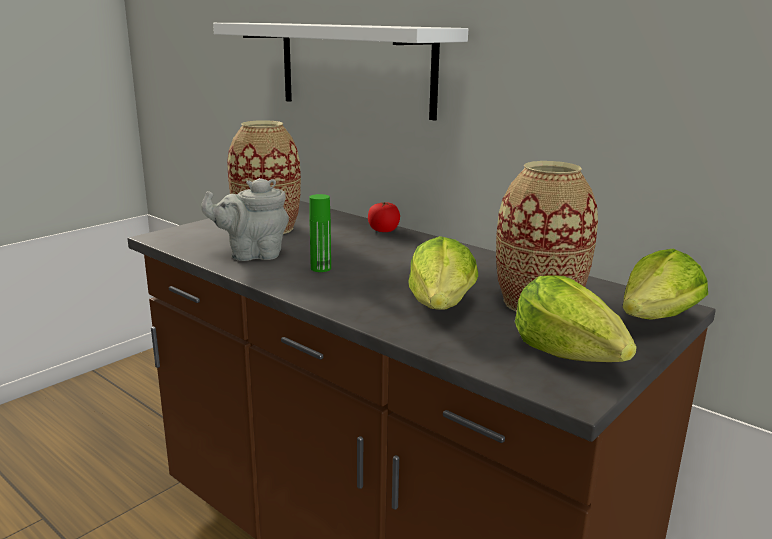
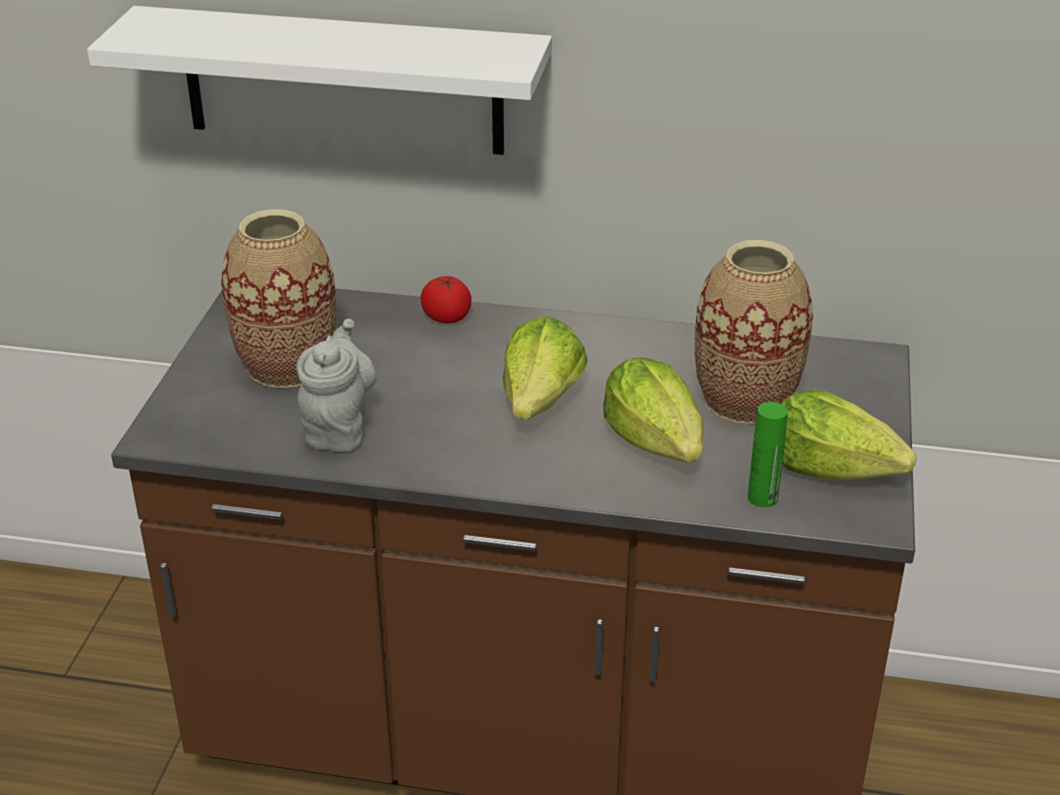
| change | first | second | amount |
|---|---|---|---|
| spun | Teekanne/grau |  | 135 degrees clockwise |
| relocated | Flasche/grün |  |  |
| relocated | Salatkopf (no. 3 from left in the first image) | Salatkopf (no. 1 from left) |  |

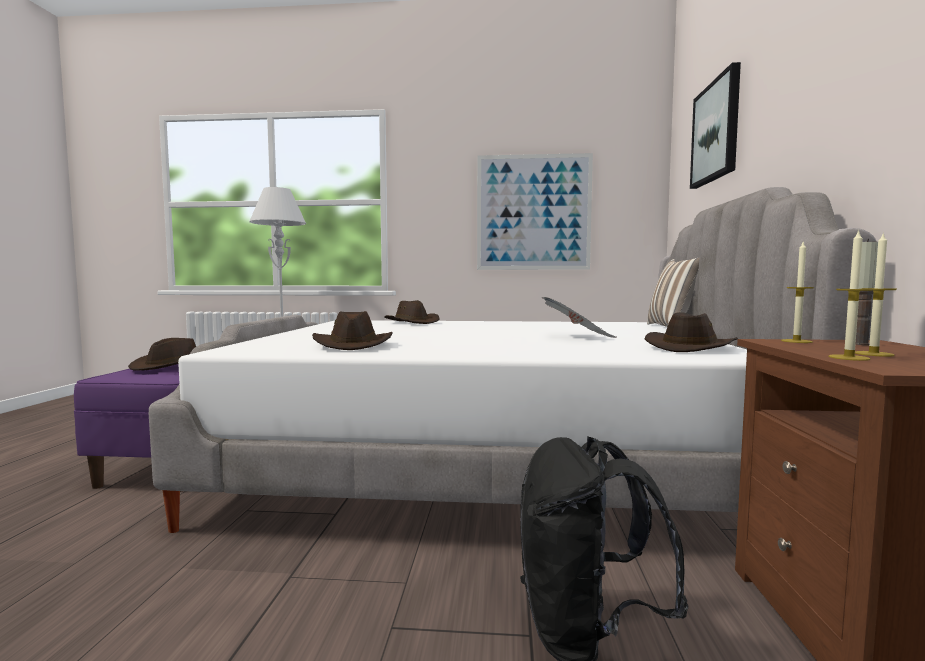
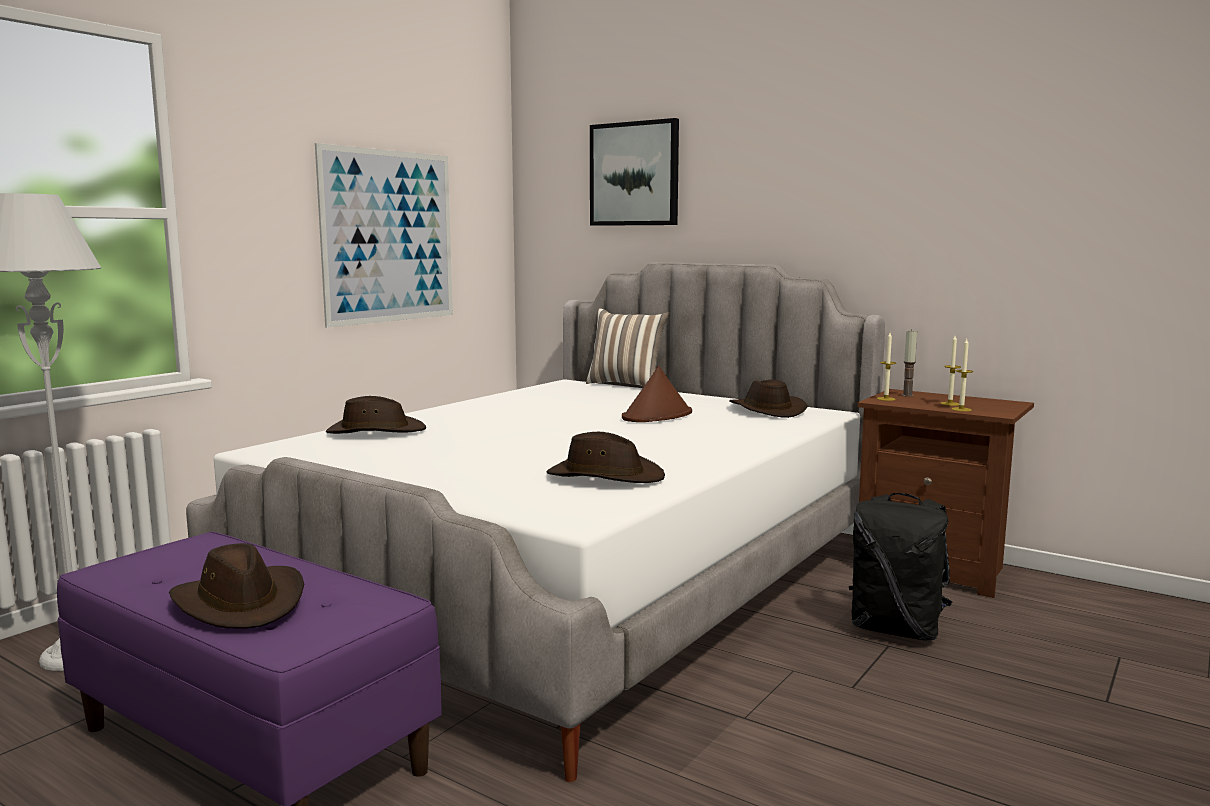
| change | first | second | amount |
|---|---|---|---|
| exchanged | Zeitung | Hut/braun (no. 4 from left) |  |

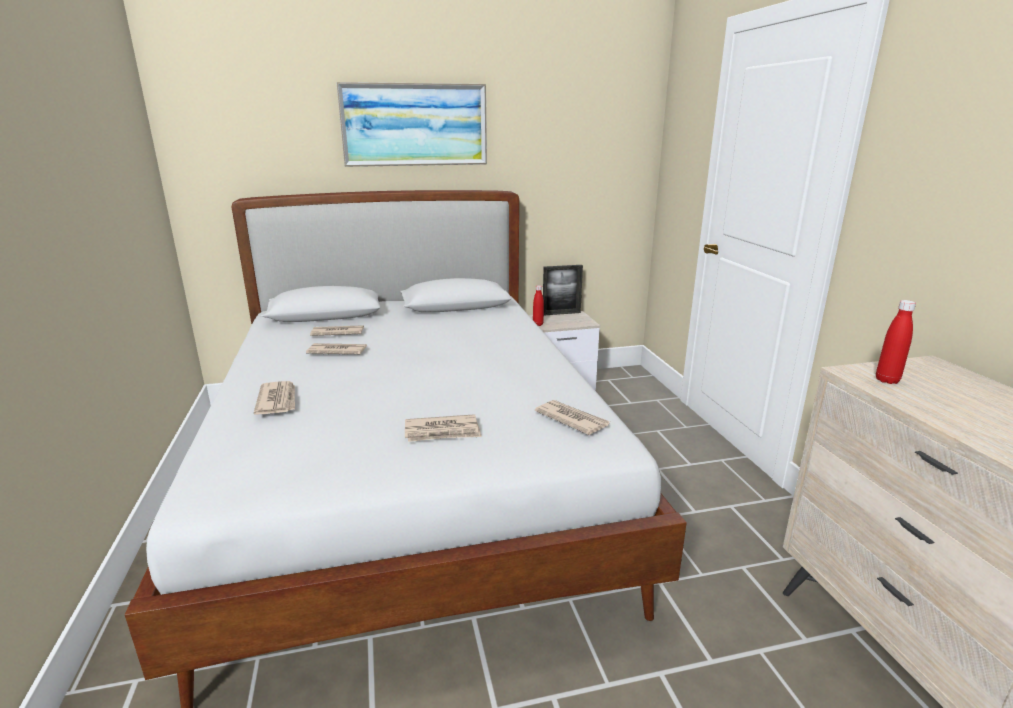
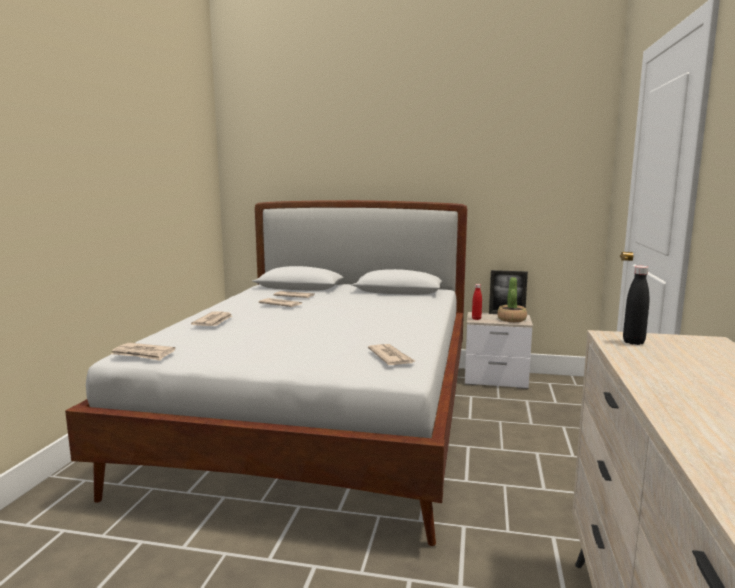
| change | first | second | amount |
|---|---|---|---|
| missing | Bild |  |  |
| colour | Flasche/rot (no. 2 from left) | Flasche/schwarz |  |
| relocated | Zeitung (no. 4 from left in the first image) | Zeitung (no. 1 from left) |  |
| appeared |  | Topfpflanze |  |

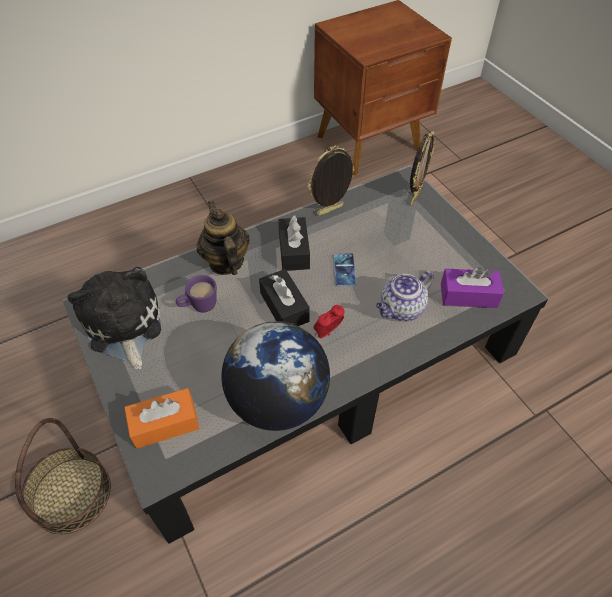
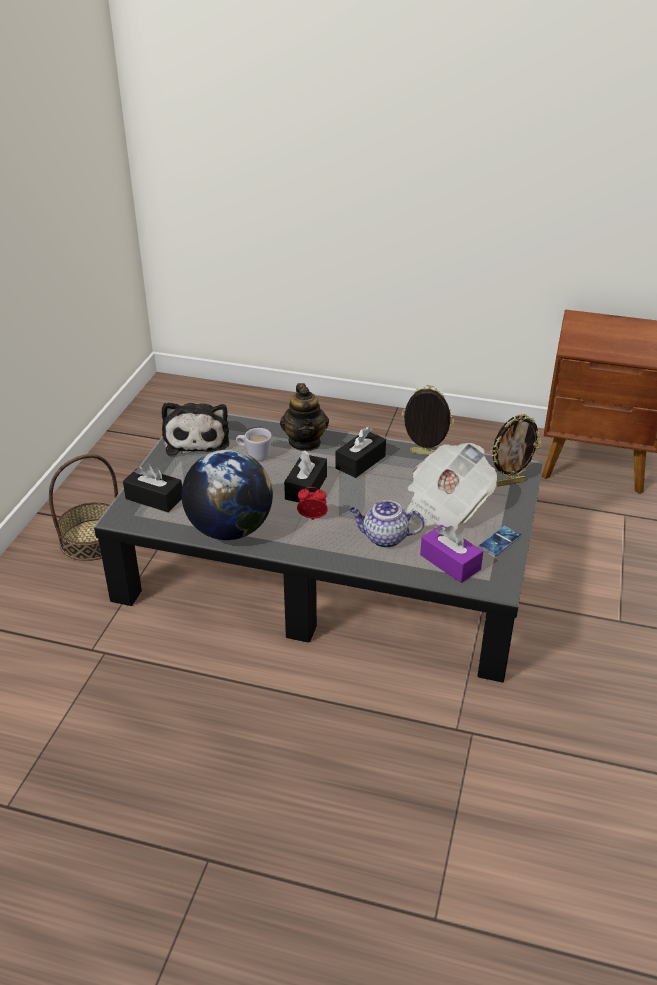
| change | first | second | amount |
|---|---|---|---|
| spun | Teekanne (no. 1 from left) |  | 150 degrees clockwise |
| relocated | Handy |  |  |
| spun | Plüschtier |  | 150 degrees clockwise |
| colour | Henkelbecher/lila | Henkelbecher/weiß |  |
| colour | Taschentuchbox/orange | Taschentuchbox/schwarz (no. 1 from left) |  |
| appeared |  | Zeitung |  |

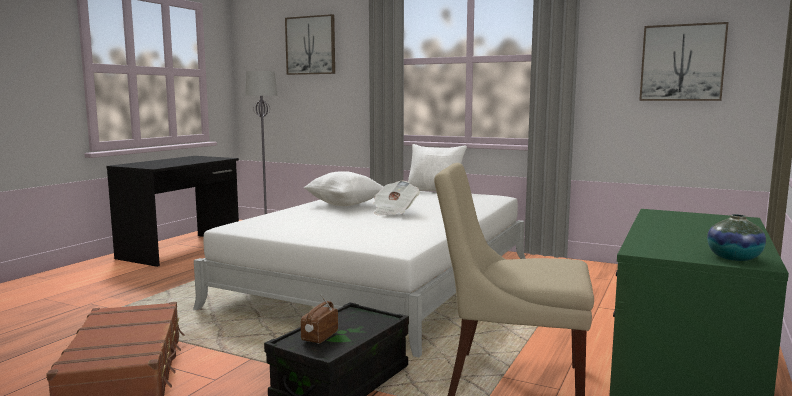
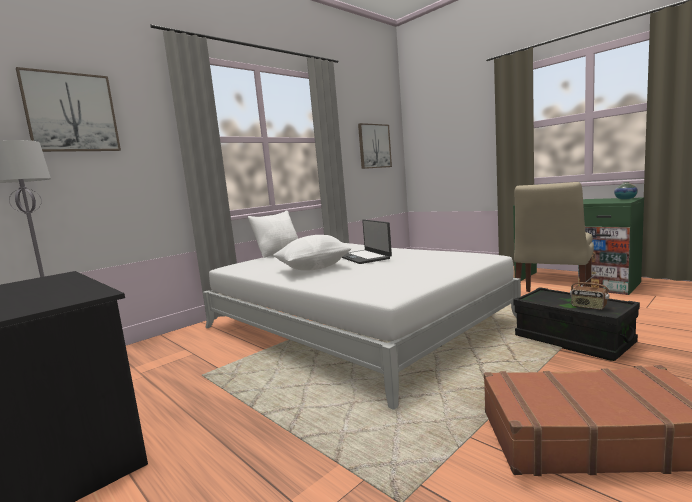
| change | first | second | amount |
|---|---|---|---|
| exchanged | Zeitung | Laptop |  |

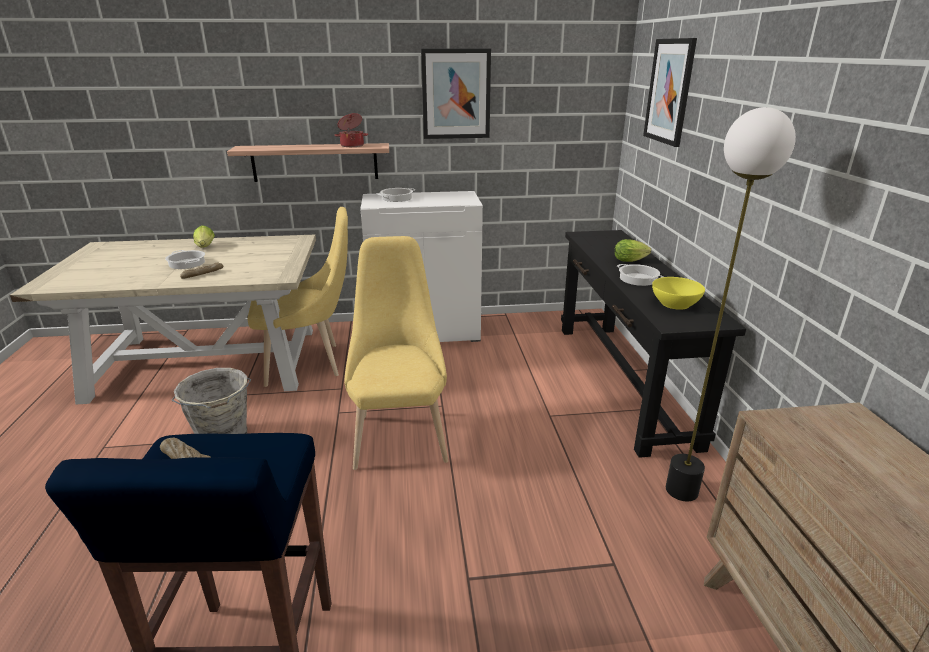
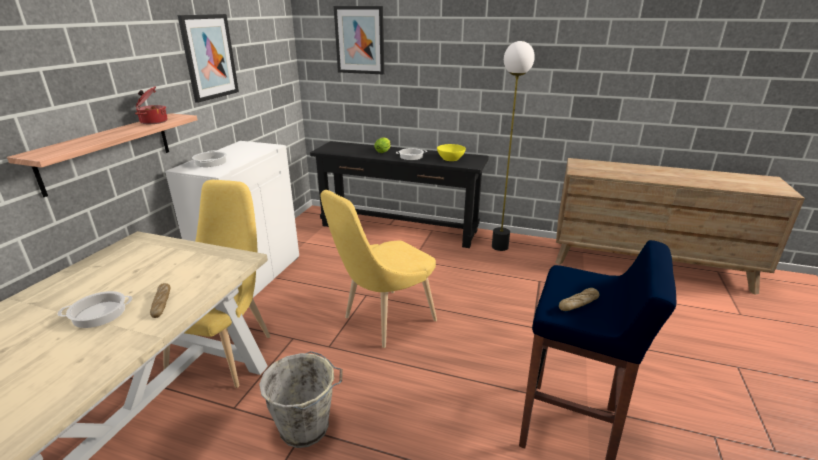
| change | first | second | amount |
|---|---|---|---|
| missing | Salatkopf (no. 1 from left) |  |  |
| spun | Stuhl/gelb (no. 2 from left) |  | 60 degrees counterclockwise |

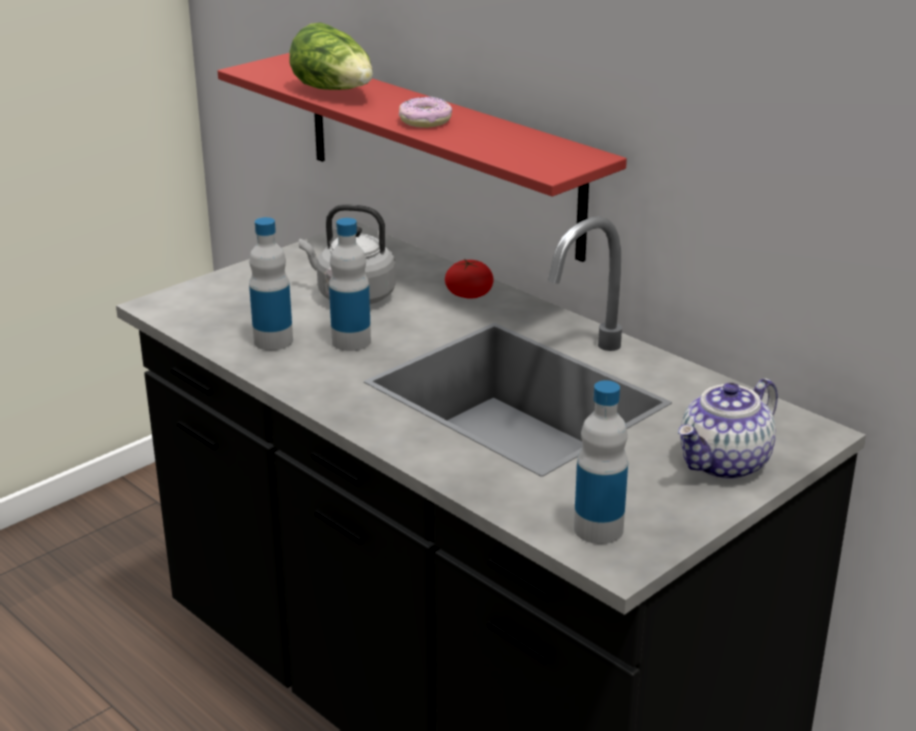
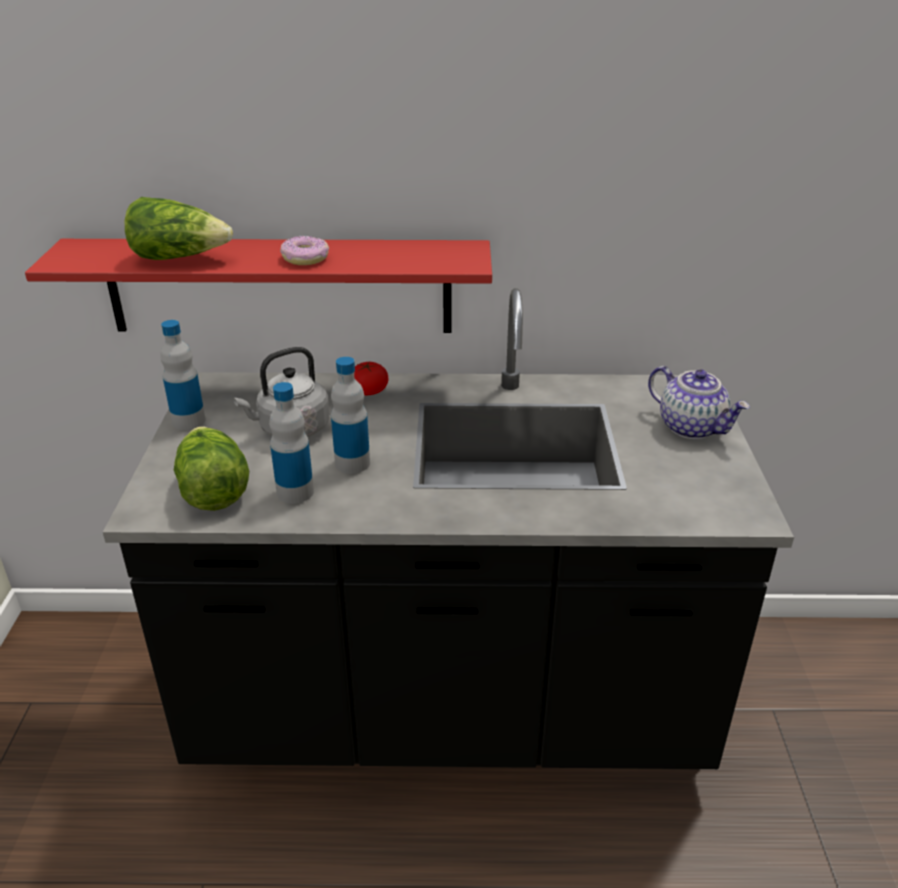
| change | first | second | amount |
|---|---|---|---|
| spun | Teekanne |  | 45 degrees counterclockwise |
| relocated | Flasche (no. 3 from left in the first image) | Flasche (no. 1 from left) |  |
| appeared |  | Salatkopf (no. 2 from left) |  |

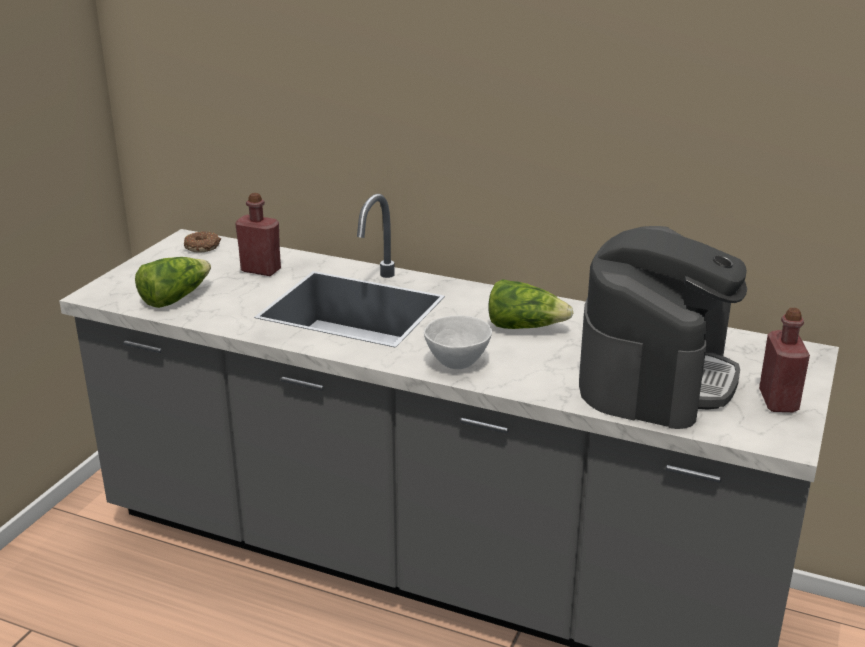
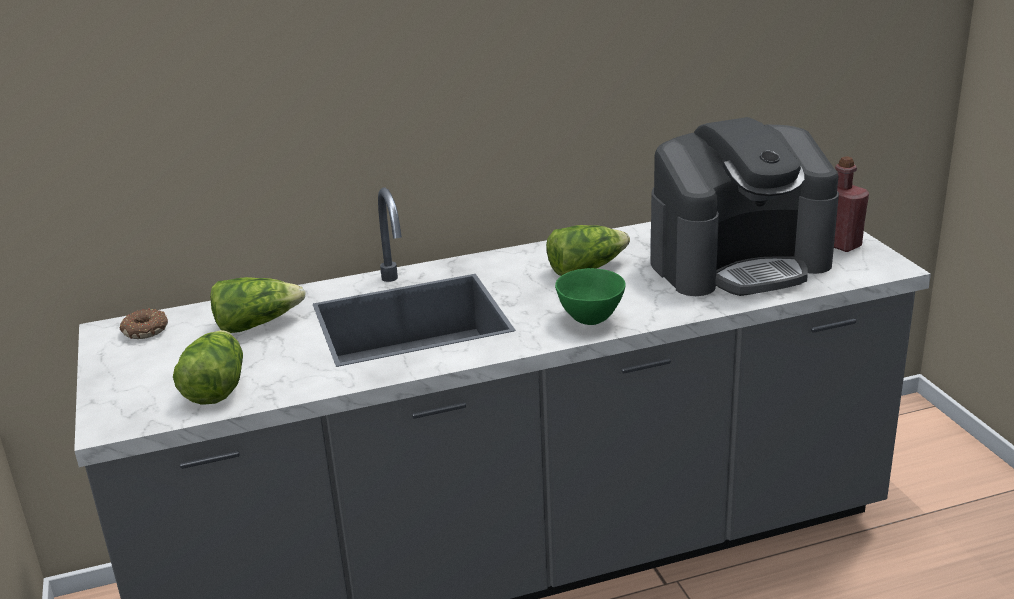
| change | first | second | amount |
|---|---|---|---|
| exchanged | Flasche/rot (no. 1 from left) | Salatkopf (no. 2 from left) |  |
| spun | Kaffeemaschine |  | 90 degrees clockwise |
| colour | Schüssel/weiß | Schüssel/grün |  |

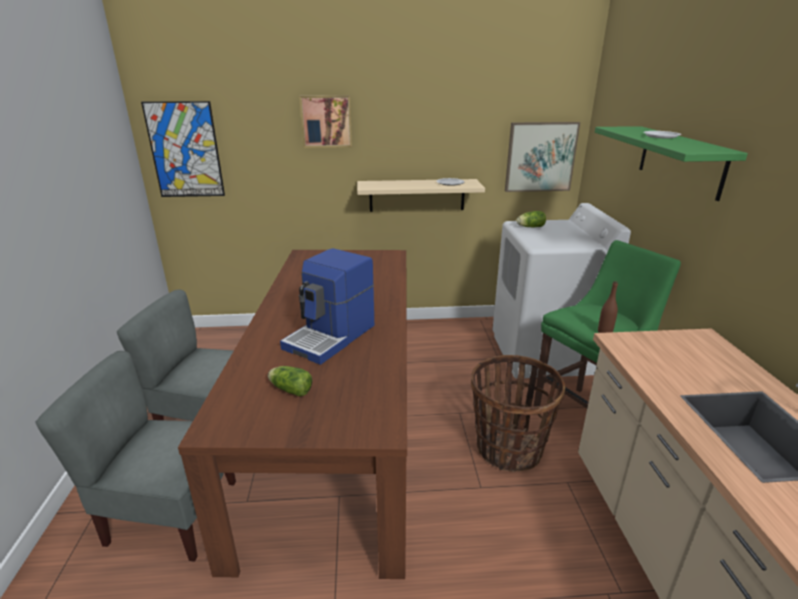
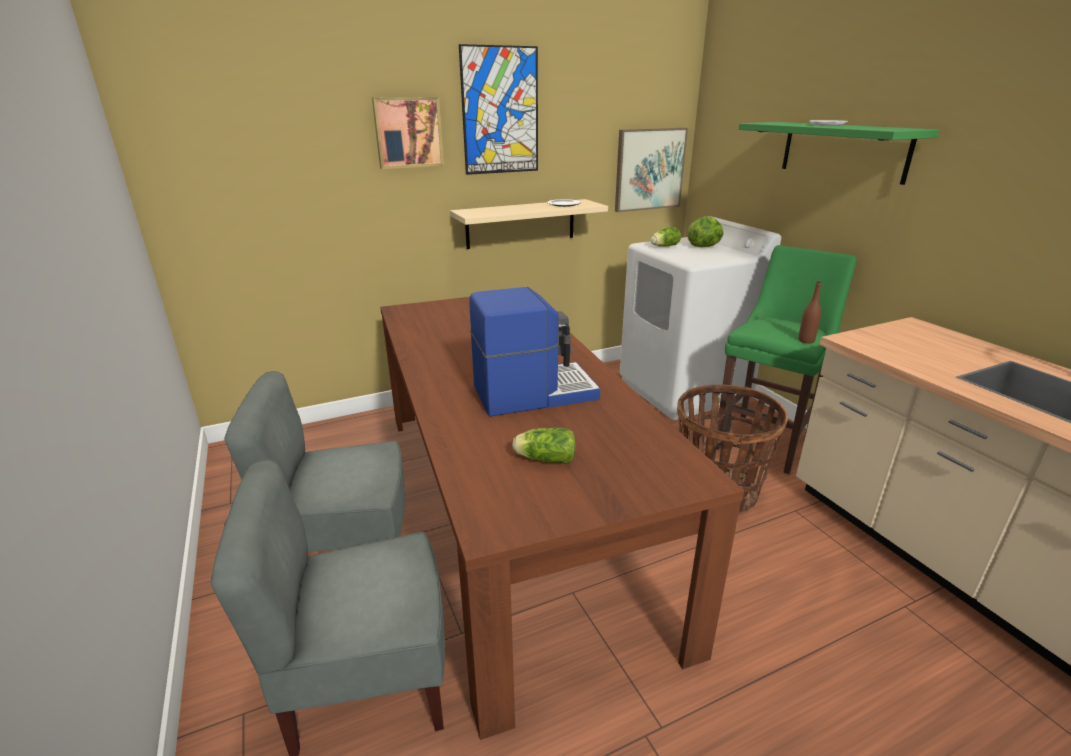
| change | first | second | amount |
|---|---|---|---|
| relocated | Bild (no. 1 from left in the first image) | Bild (no. 2 from left) |  |
| spun | Kaffeemaschine |  | 120 degrees counterclockwise |
| appeared |  | Salatkopf (no. 3 from left) |  |

